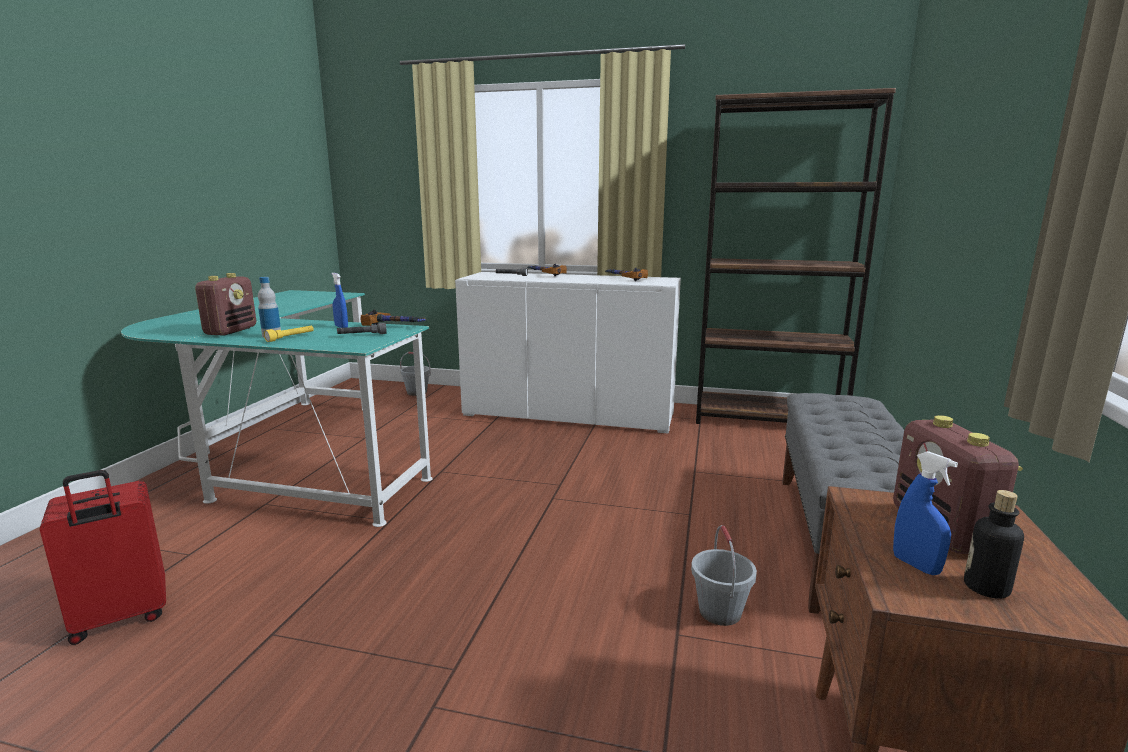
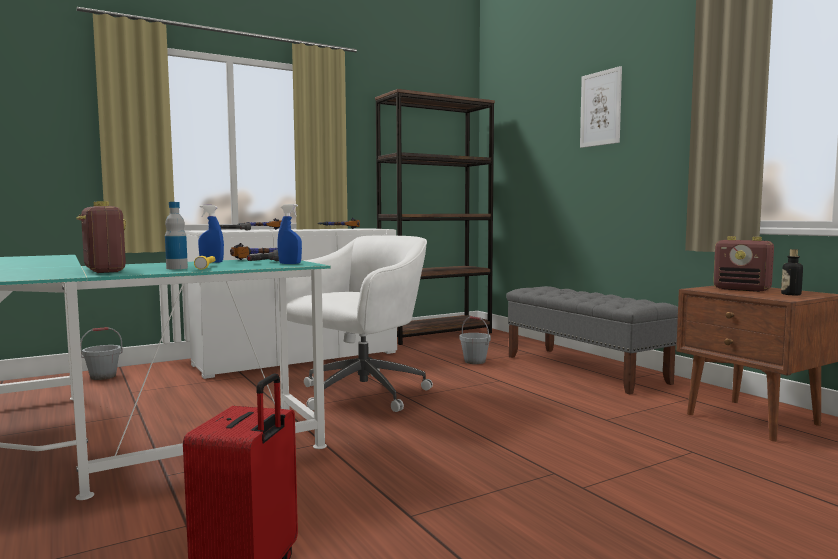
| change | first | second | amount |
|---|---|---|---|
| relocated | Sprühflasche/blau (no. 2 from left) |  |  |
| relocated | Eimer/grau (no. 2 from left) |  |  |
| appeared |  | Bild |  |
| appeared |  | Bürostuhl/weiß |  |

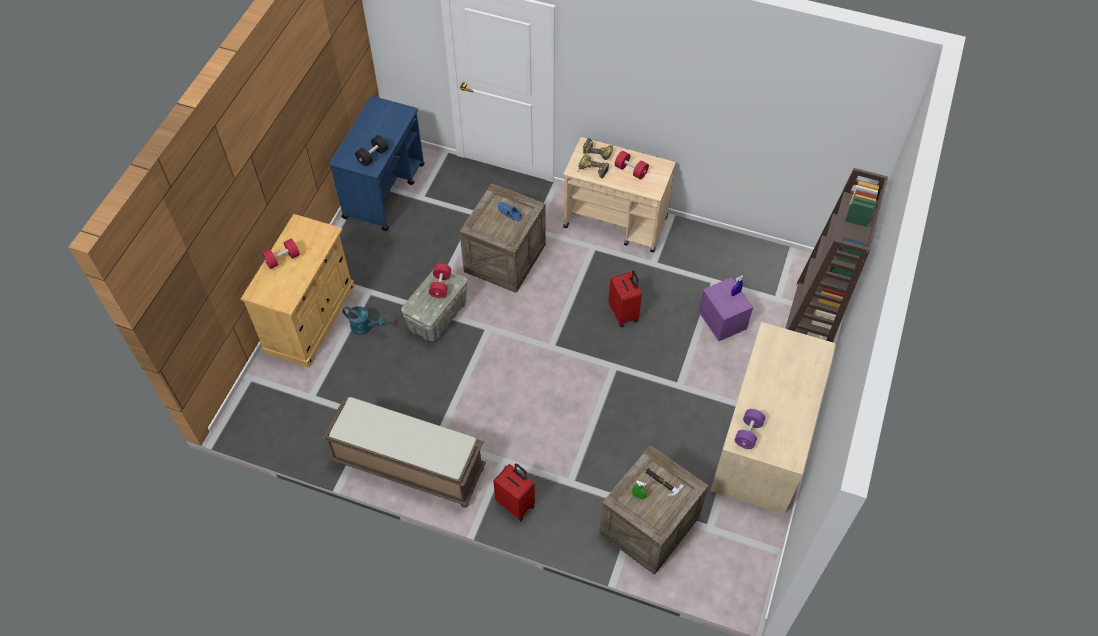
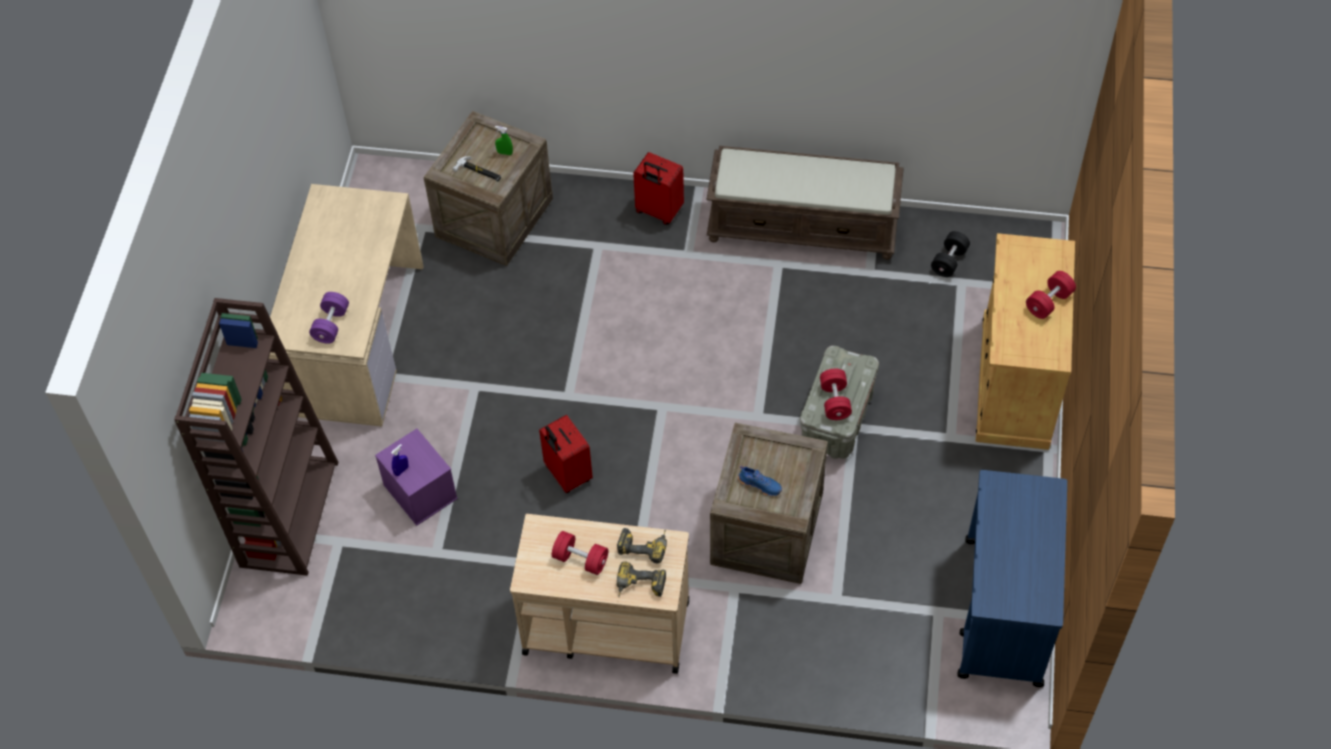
| change | first | second | amount |
|---|---|---|---|
| relocated | Hantel/schwarz |  |  |
| missing | Gießkanne/türkis |  |  |
| relocated | Hantel/lila |  |  |

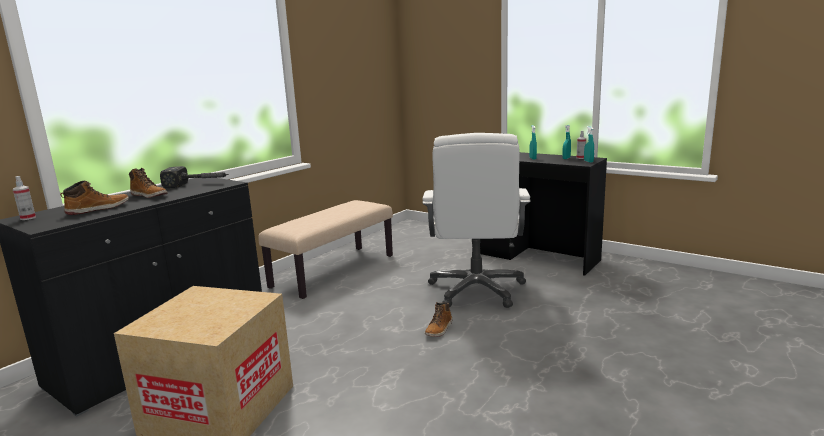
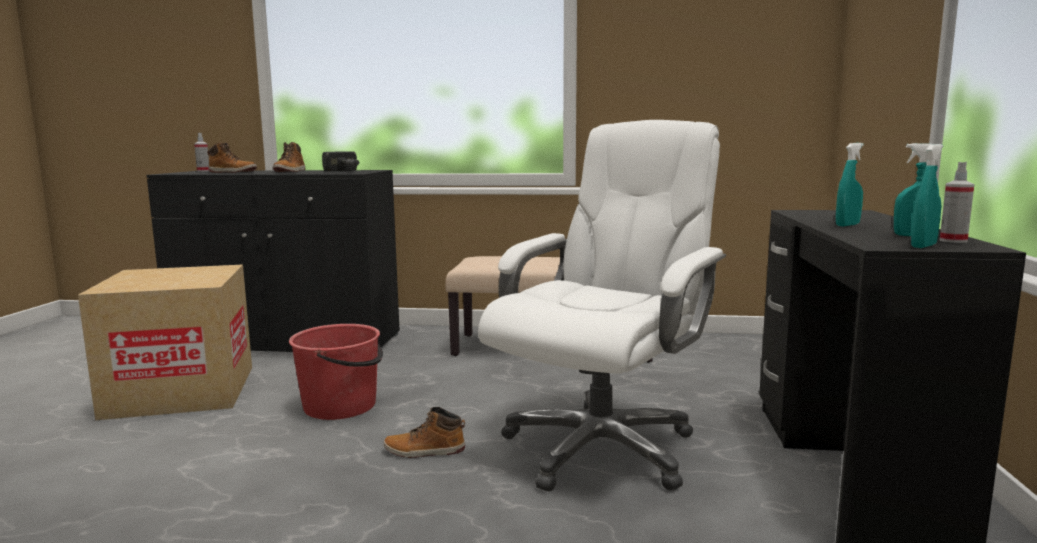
| change | first | second | amount |
|---|---|---|---|
| spun | Bürostuhl/weiß |  | 150 degrees clockwise |
| appeared |  | Eimer/rot |  |

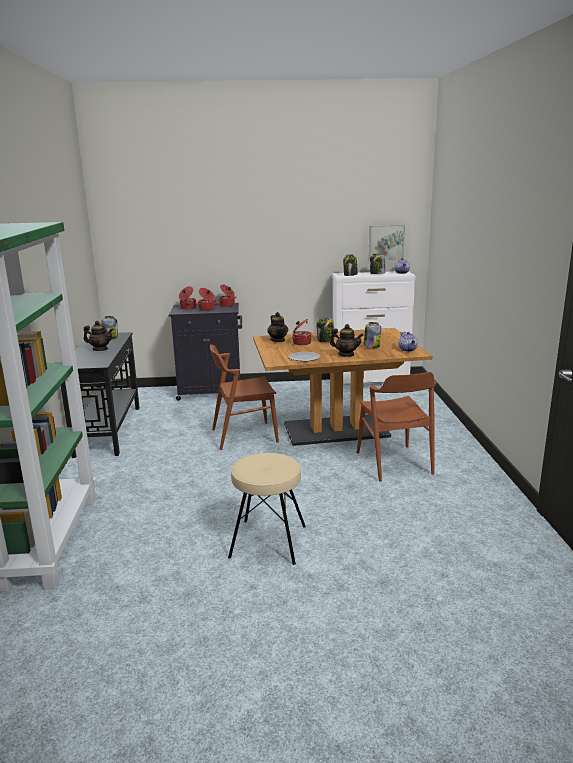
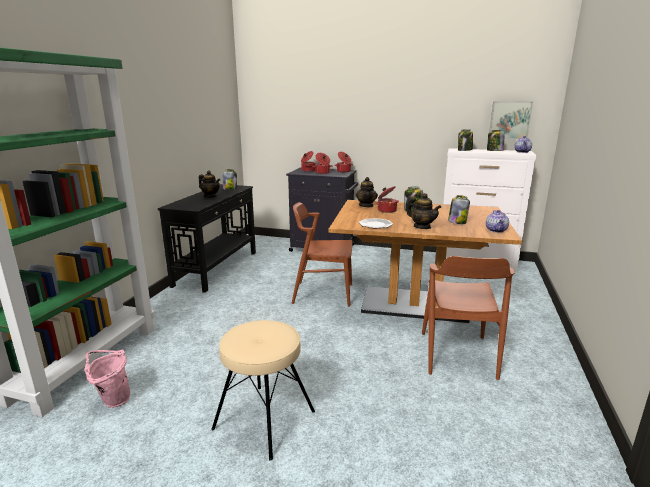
| change | first | second | amount |
|---|---|---|---|
| appeared |  | Eimer/rosa |  |

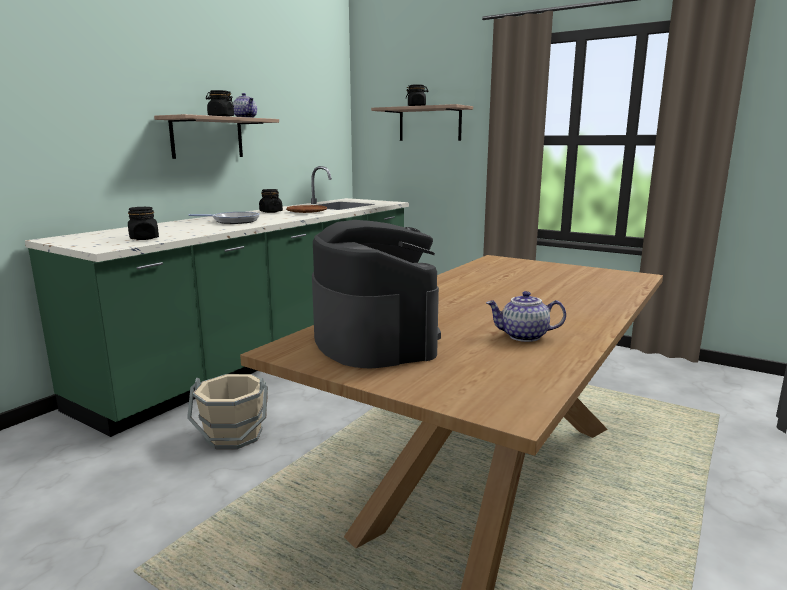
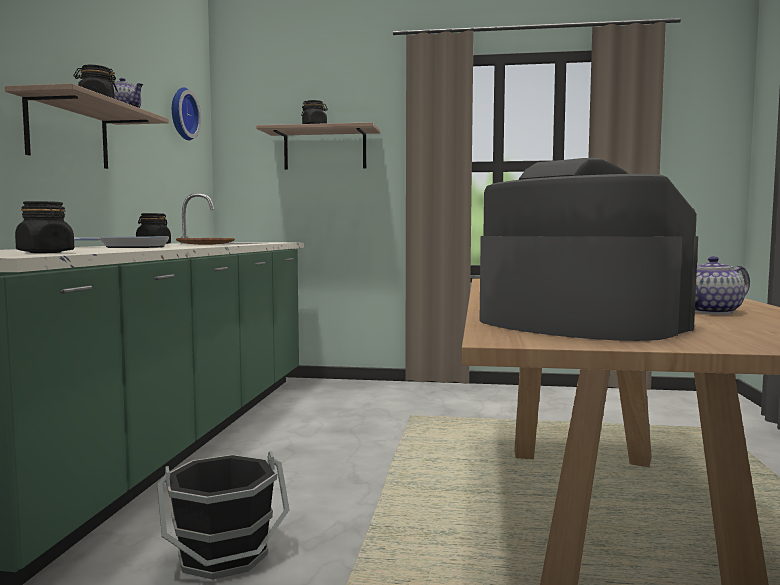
| change | first | second | amount |
|---|---|---|---|
| colour | Eimer/beige | Eimer/schwarz |  |
| appeared |  | Wanduhr |  |

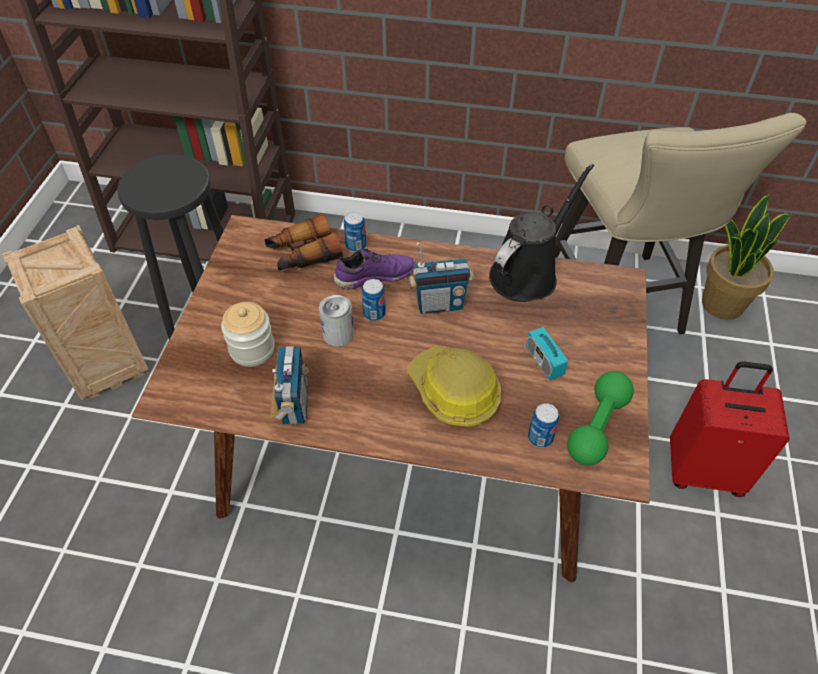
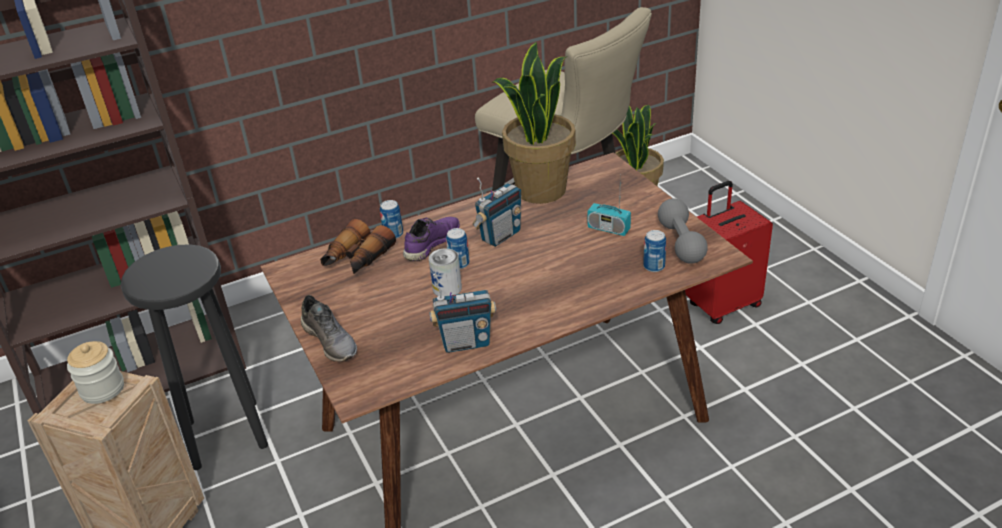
| change | first | second | amount |
|---|---|---|---|
| exchanged | Gießkanne/schwarz | Topfpflanze (no. 1 from left) |  |
| relocated | Vorratsglas |  |  |
| spun | Radio (no. 1 from left) |  | 120 degrees clockwise |
| missing | Schutzhelm |  |  |
| colour | Hantel/grün | Hantel/grau |  |
| appeared |  | Schuh/grau |  |

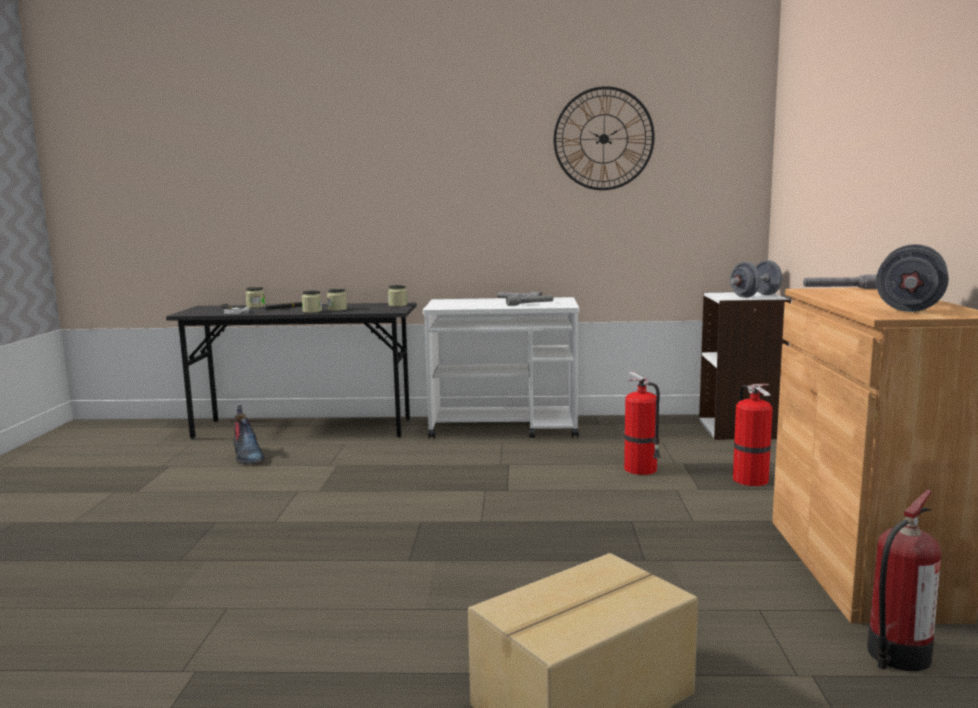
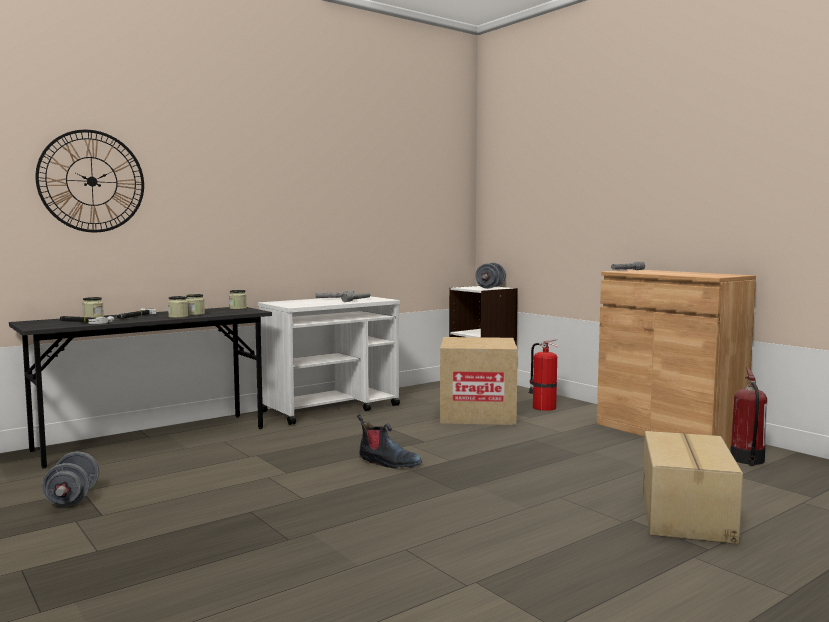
| change | first | second | amount |
|---|---|---|---|
| relocated | Wanduhr |  |  |
| relocated | Hantel/grau (no. 2 from left in the first image) | Hantel/grau (no. 1 from left) |  |
| exchanged | Feuerlöscher (no. 1 from left) | Karton (no. 1 from left) |  |
| relocated | Stiefel |  |  |

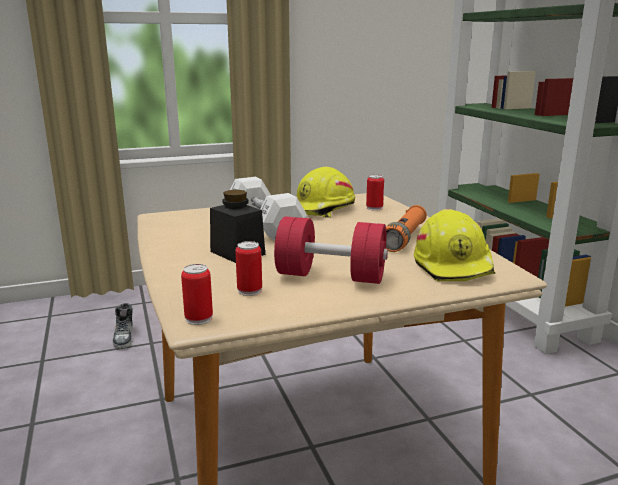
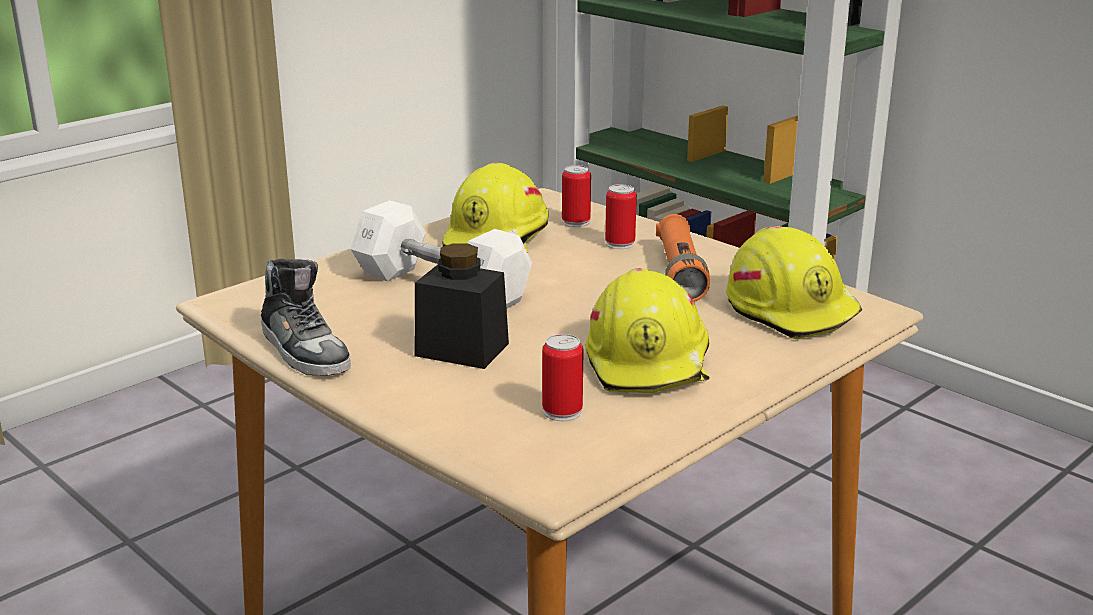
| change | first | second | amount |
|---|---|---|---|
| exchanged | Hantel/rot | Schutzhelm/gelb (no. 2 from left) |  |
| relocated | Dose (no. 1 from left in the first image) | Dose (no. 3 from left) |  |
| relocated | Schuh |  |  |

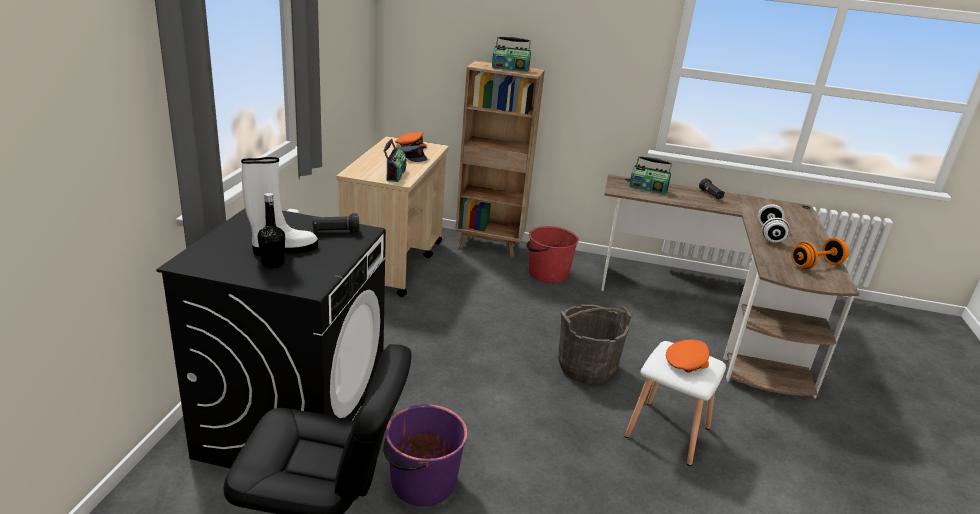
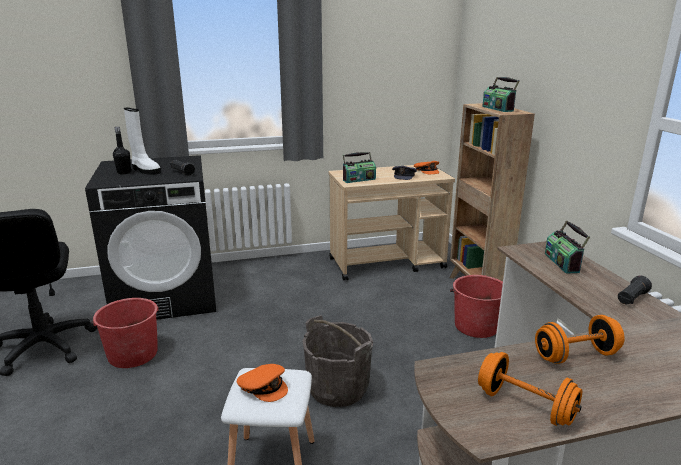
| change | first | second | amount |
|---|---|---|---|
| colour | Hantel/weiß | Hantel/orange (no. 2 from left) |  |
| colour | Eimer/lila | Eimer/rot (no. 1 from left) |  |

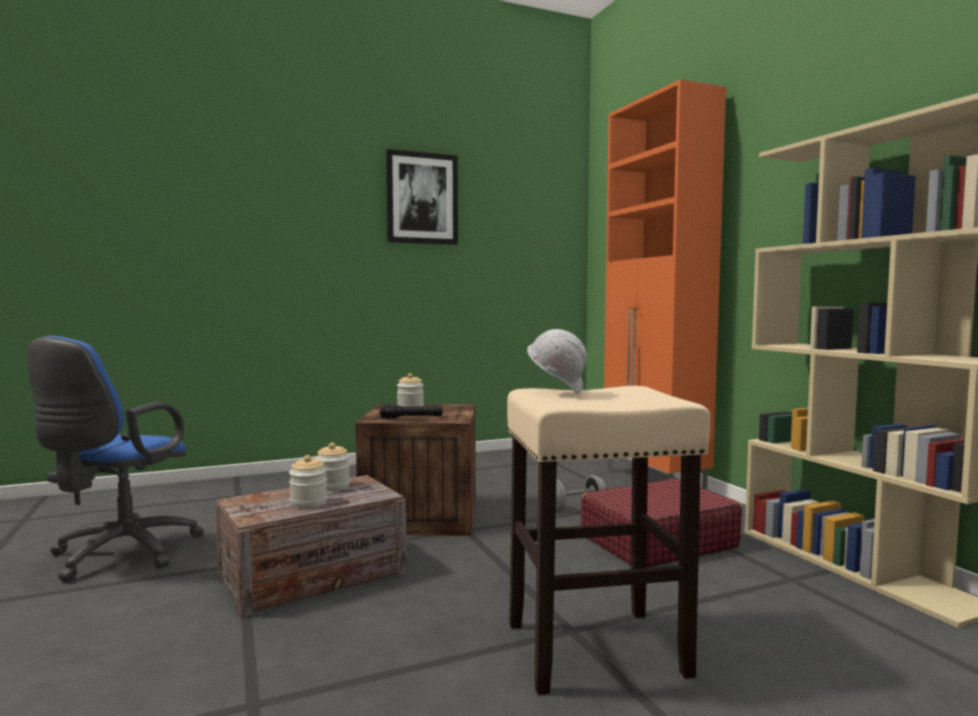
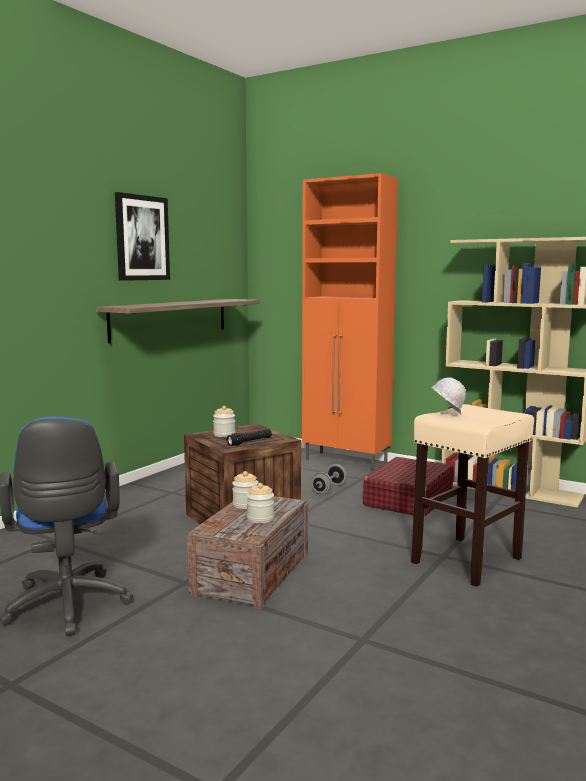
| change | first | second | amount |
|---|---|---|---|
| appeared |  | Wandregal |  |

